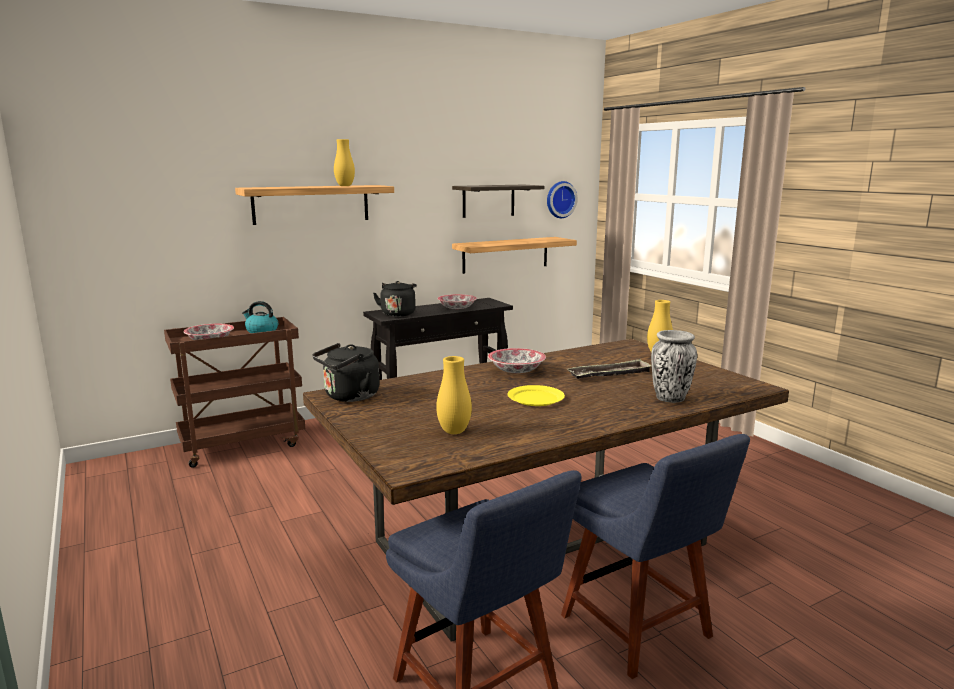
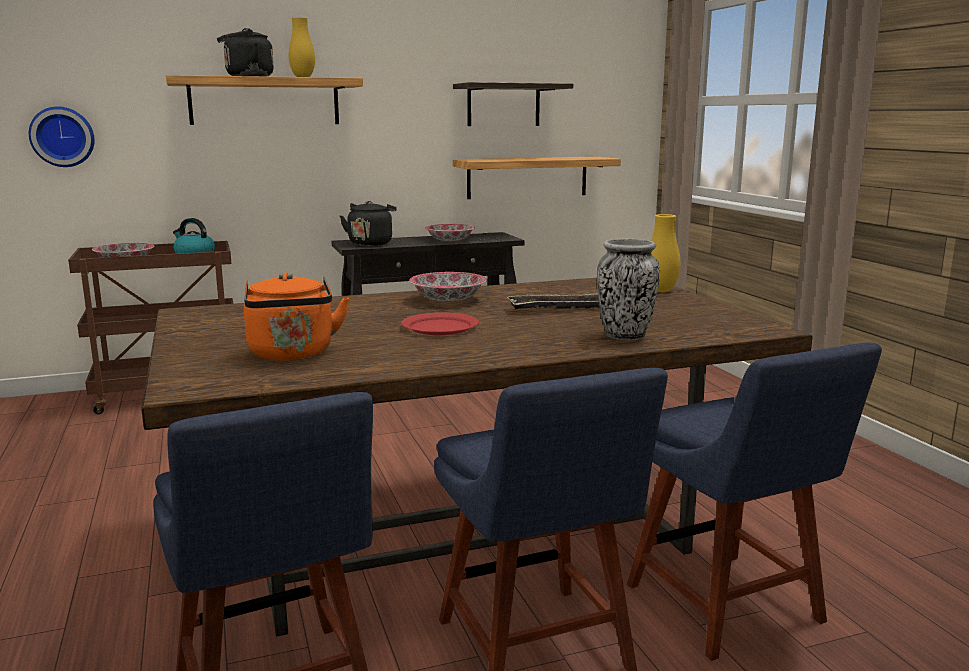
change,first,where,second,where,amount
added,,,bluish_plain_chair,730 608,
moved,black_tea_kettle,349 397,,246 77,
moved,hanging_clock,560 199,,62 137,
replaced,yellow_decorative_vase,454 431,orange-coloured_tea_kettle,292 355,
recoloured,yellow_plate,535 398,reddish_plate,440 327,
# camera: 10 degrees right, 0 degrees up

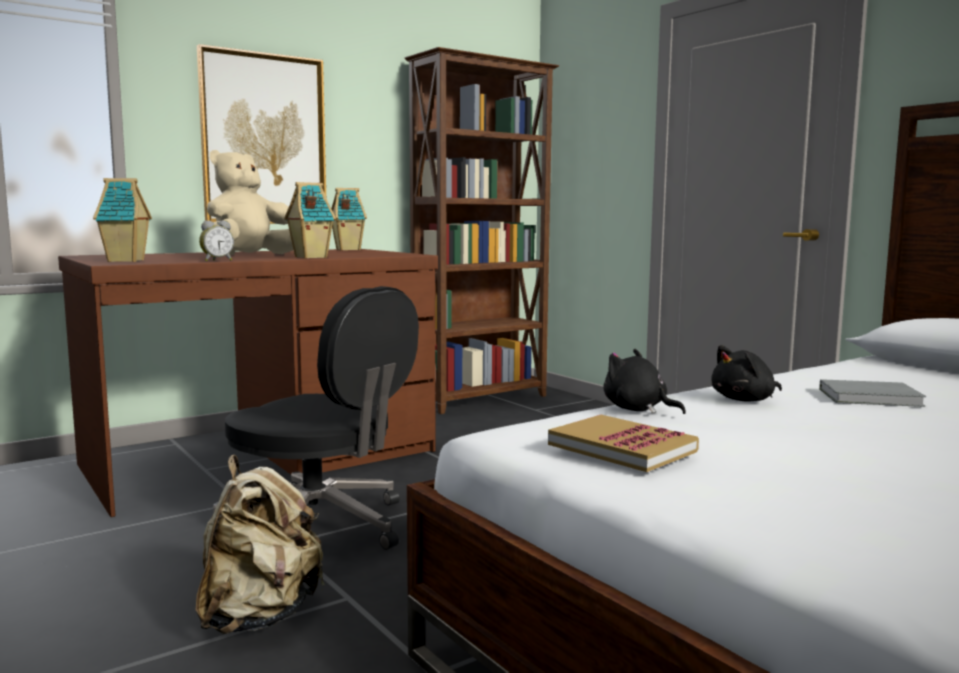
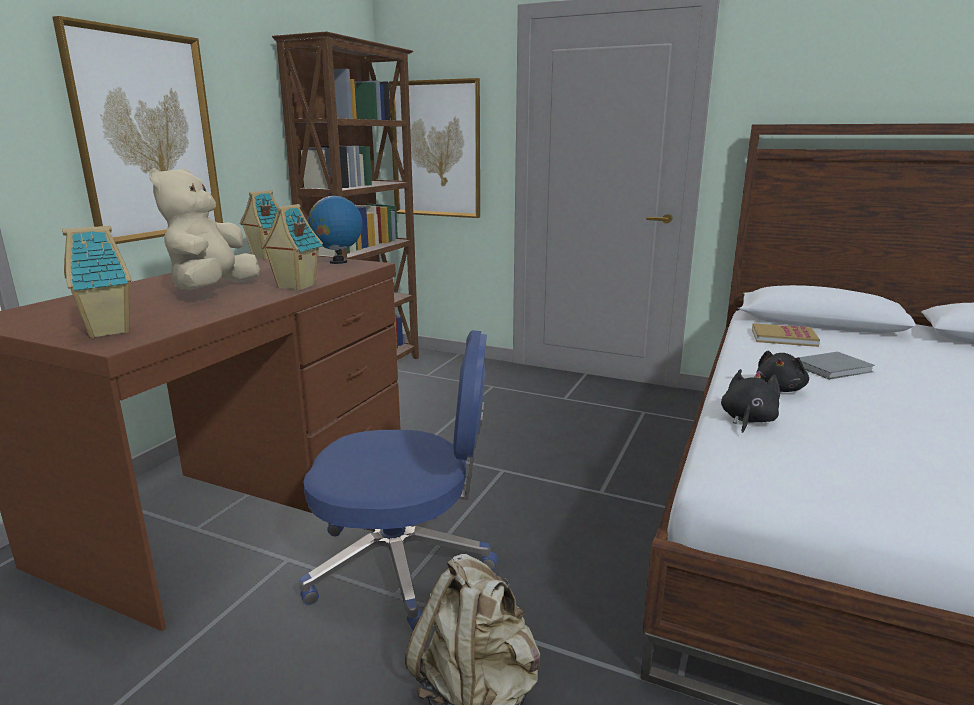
change,first,where,second,where,amount
removed,bedside_clock,216 260,,,
added,,,world_globe,338 262,
added,,,wall_picture,436 149,
moved,book,622 448,,783 338,
recoloured,black_computer_chair,320 527,bluish_computer_chair,403 565,
turned,black_soft_toy,637 409,,747 420,105 degrees clockwise
# camera: 30 degrees left, 10 degrees up

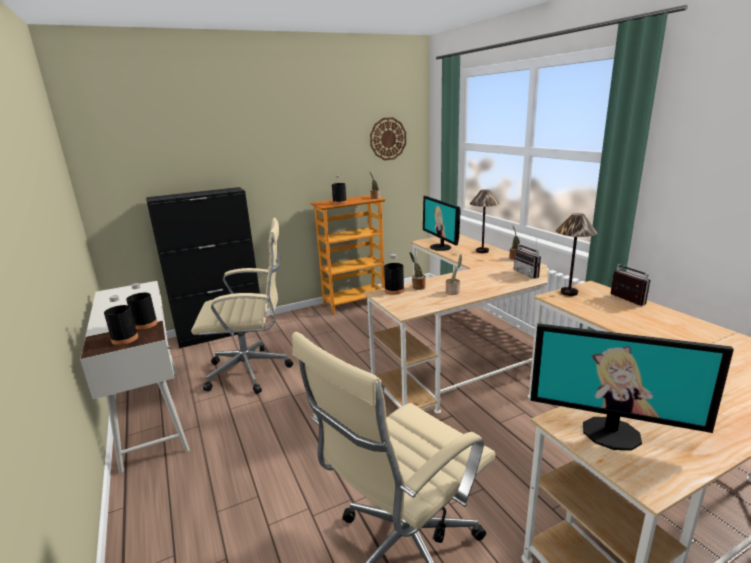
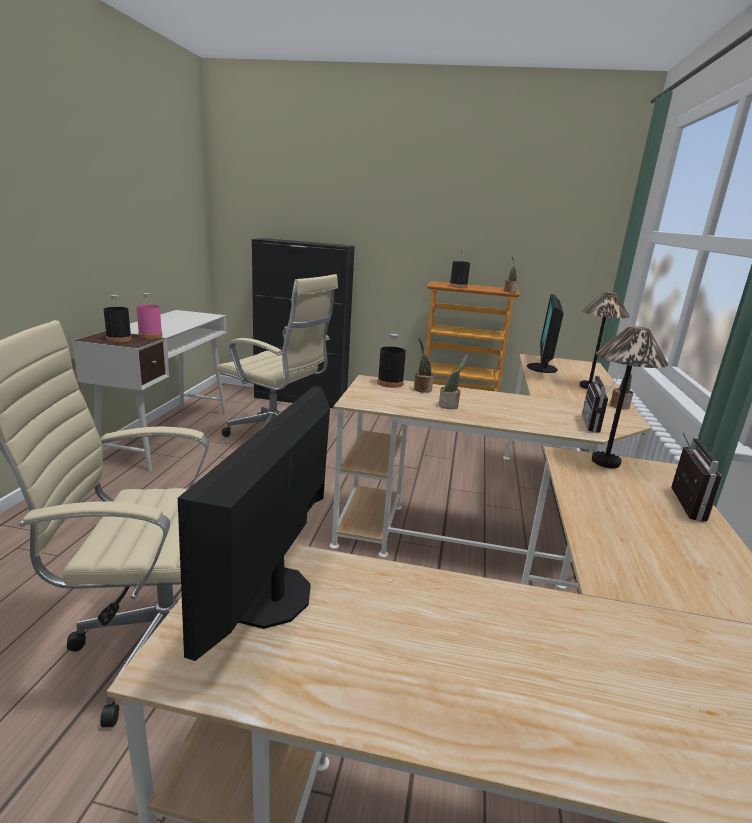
change,first,where,second,where,amount
removed,hanging_clock,388 139,,,
recoloured,black_drink_bottle,145 324,pink_drink_bottle,150 336,
turned,monitor,611 432,,272 597,45 degrees clockwise
# camera: 35 degrees right, 0 degrees up

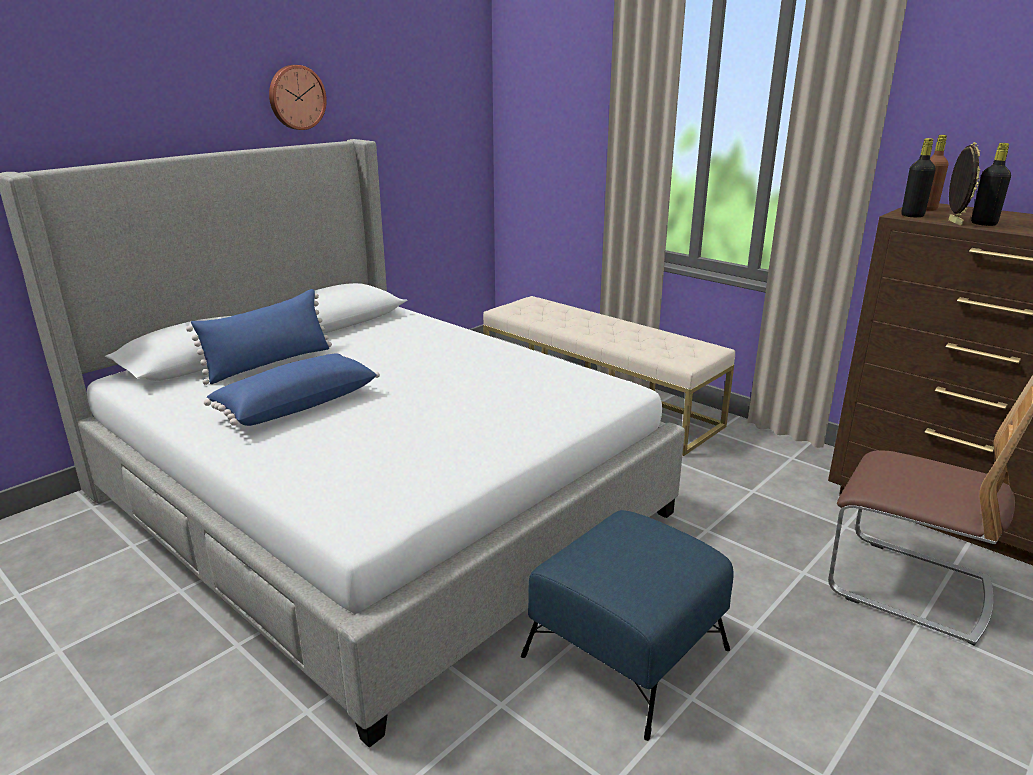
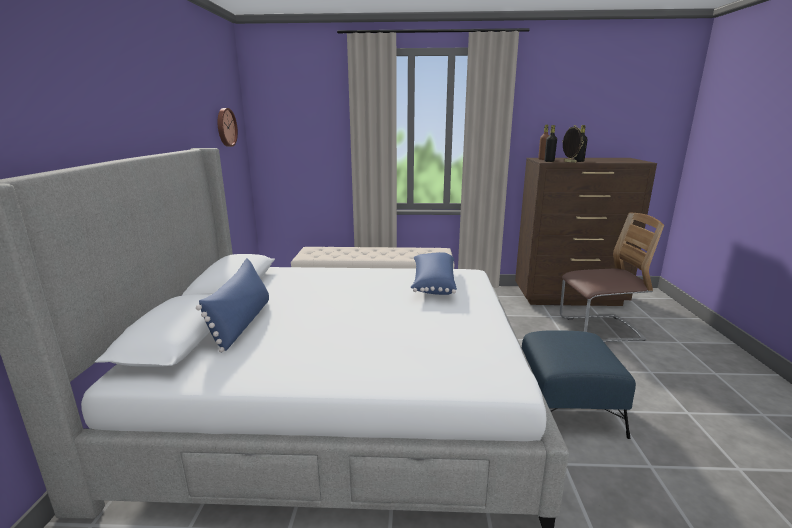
change,first,where,second,where,amount
moved,bluish_throw_pillow,296 405,,432 284,
moved,hanging_clock,296 97,,225 127,
# camera: 40 degrees left, 5 degrees down

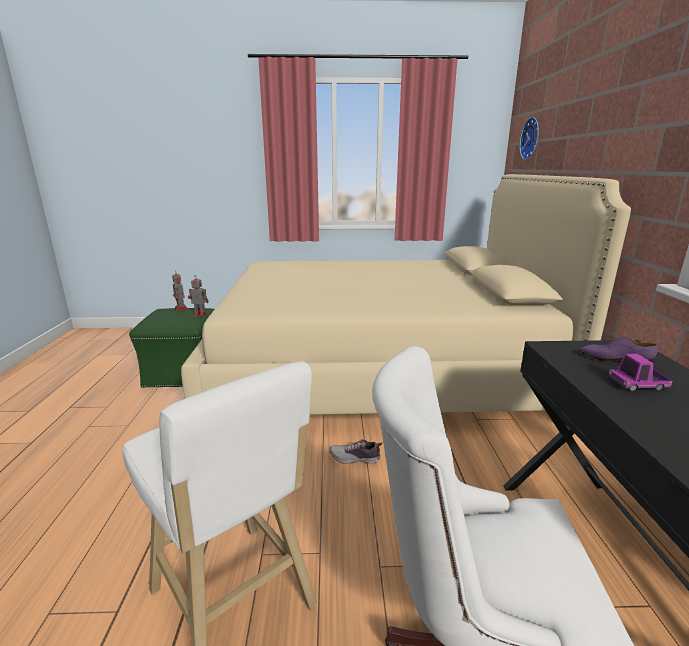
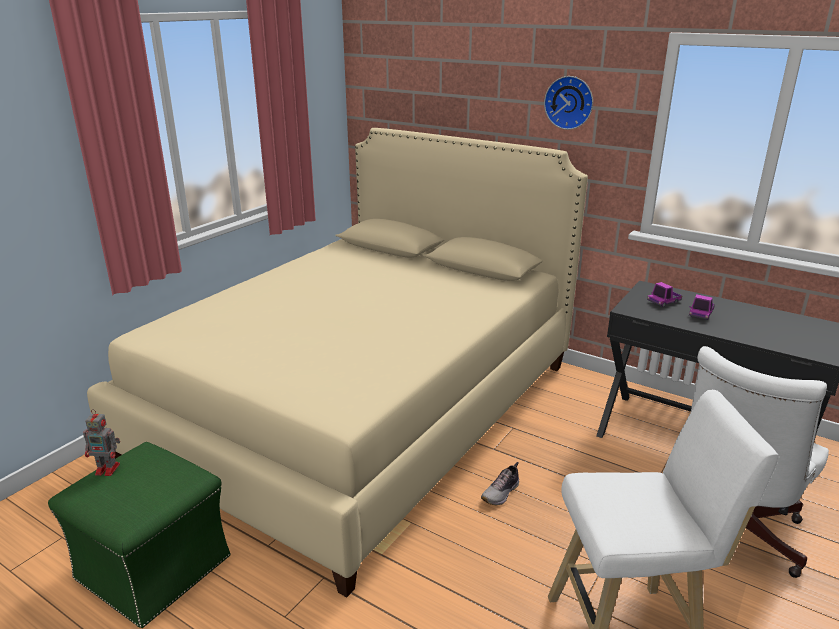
change,first,where,second,where,amount
removed,robot_figure,199 314,,,
moved,hanging_clock,532 138,,569 102,
replaced,purplish_low_shoe,614 359,toy_truck,663 302,
# camera: 55 degrees left, 5 degrees up

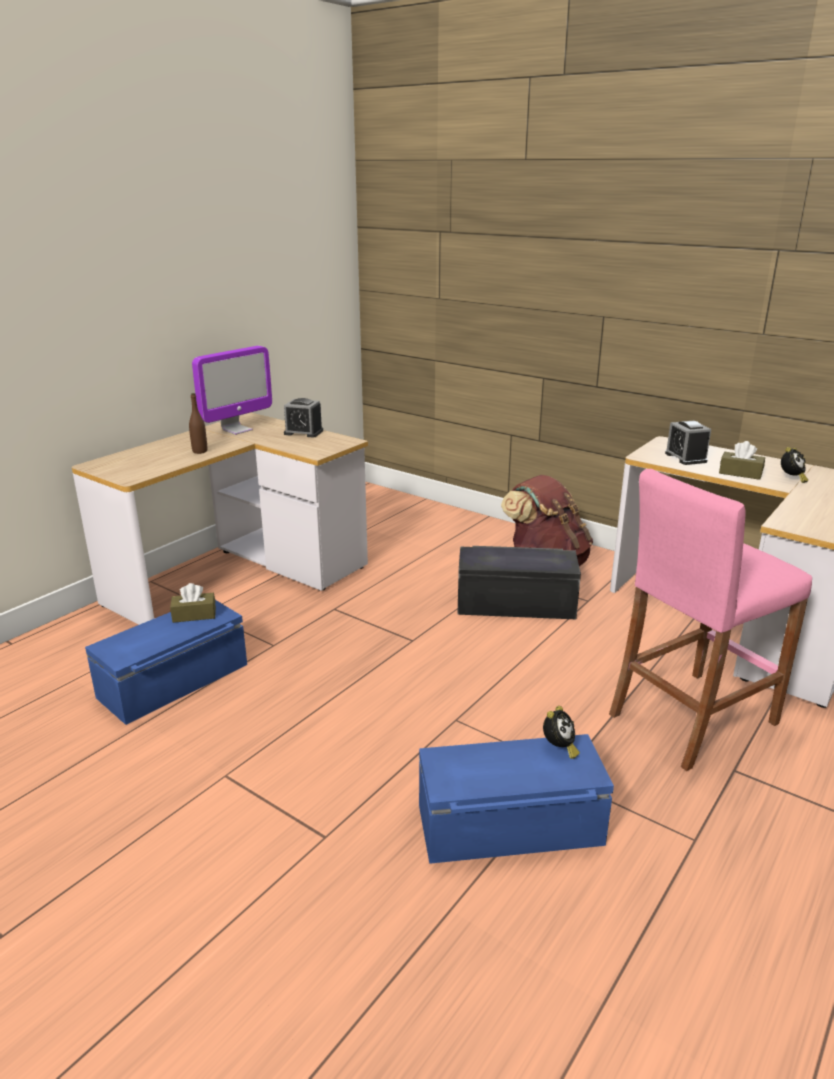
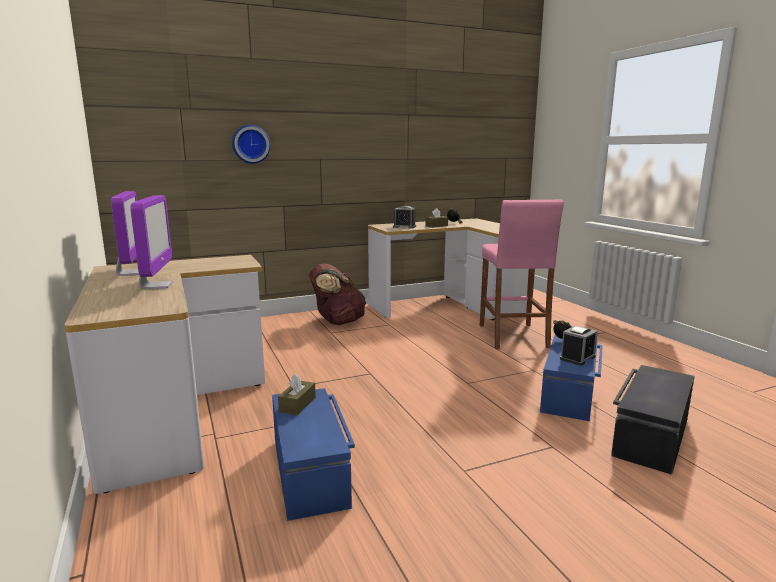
change,first,where,second,where,amount
added,,,hanging_clock,251 144,
moved,bedside_clock,303 432,,577 358,
moved,black_storage_container,515 603,,649 436,
replaced,brown-coloured_drink_bottle,200 451,monitor,156 286,
# camera: 60 degrees left, 10 degrees down

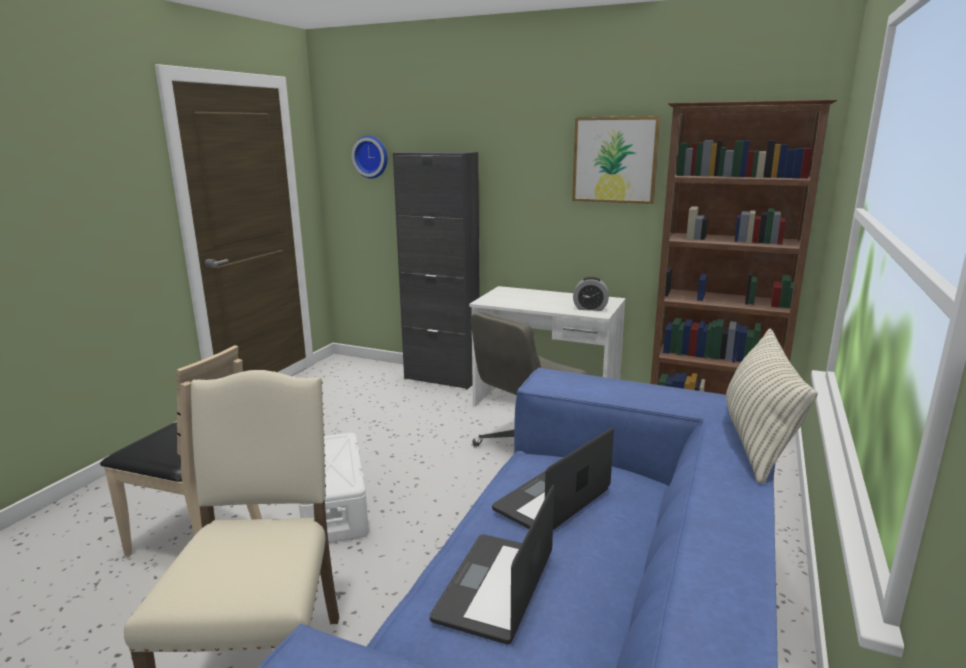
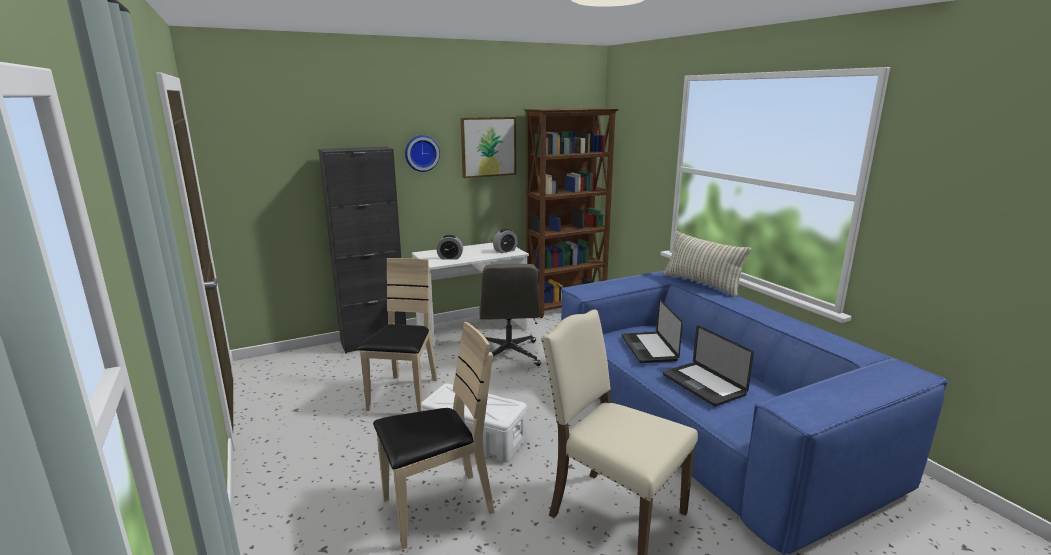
change,first,where,second,where,amount
added,,,beige-coloured_plain_chair,405 395,
added,,,bedside_clock,450 258,
moved,hanging_clock,371 157,,421 153,
# camera: 50 degrees left, 0 degrees up

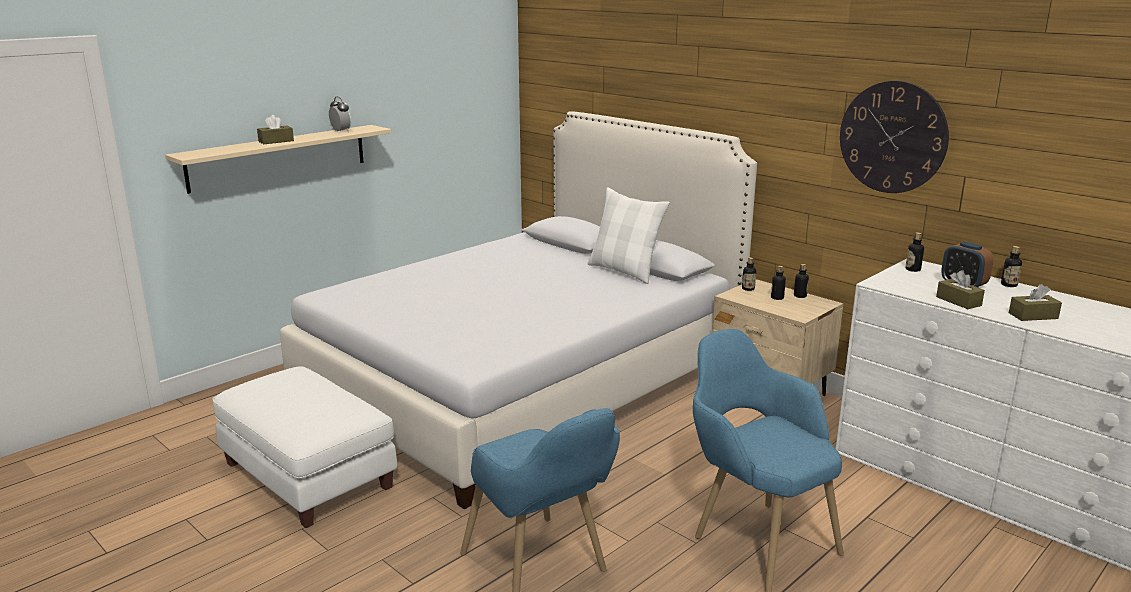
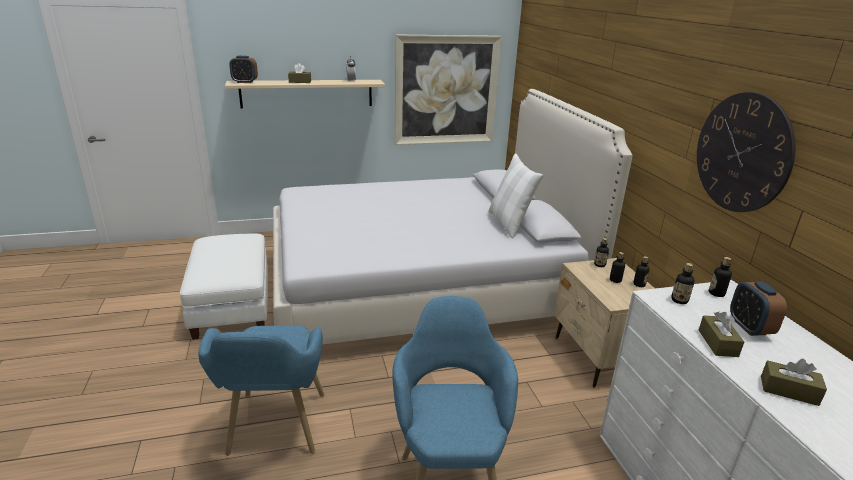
change,first,where,second,where,amount
added,,,bedside_clock,245 82,
added,,,wall_picture,446 90,
moved,drink_bottle,1009 285,,679 300,
# camera: 30 degrees right, 5 degrees up

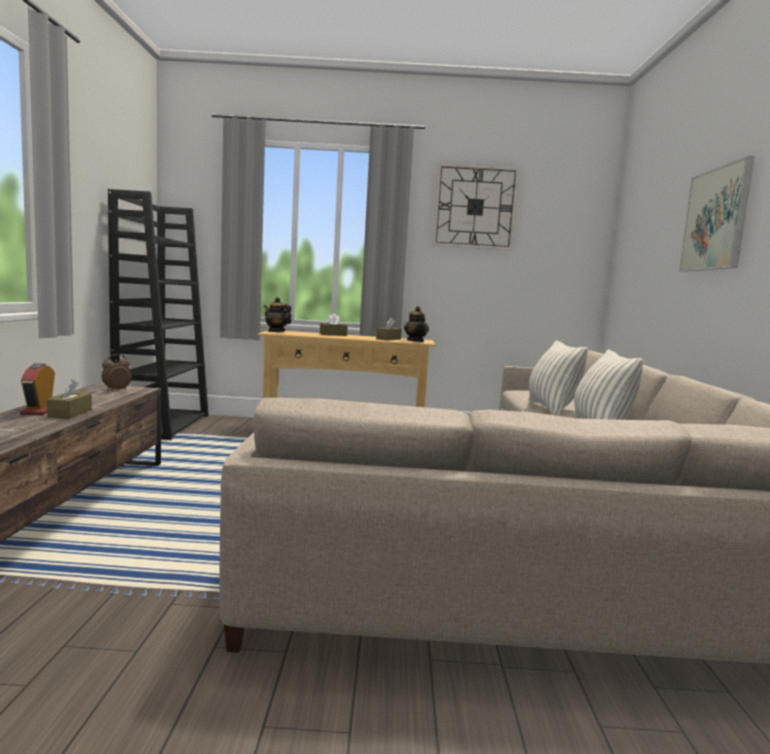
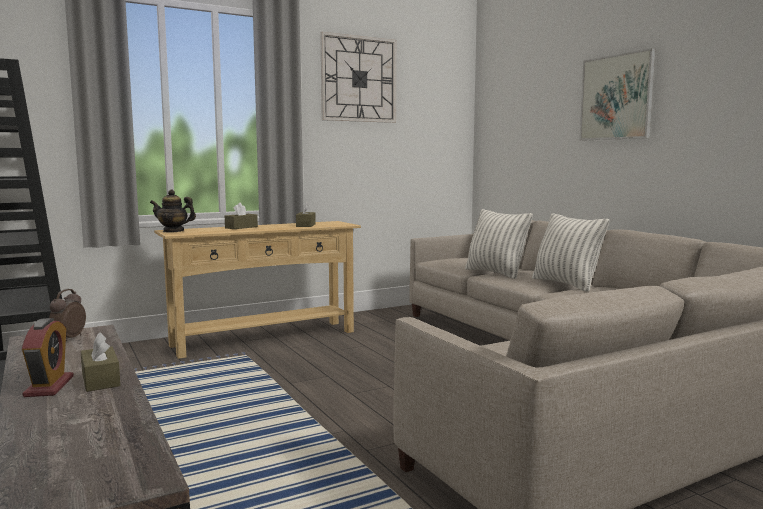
change,first,where,second,where,amount
removed,tea_pot,415 341,,,
turned,bedside_clock,39 411,,49 386,150 degrees counterclockwise
# camera: 30 degrees left, 0 degrees up

